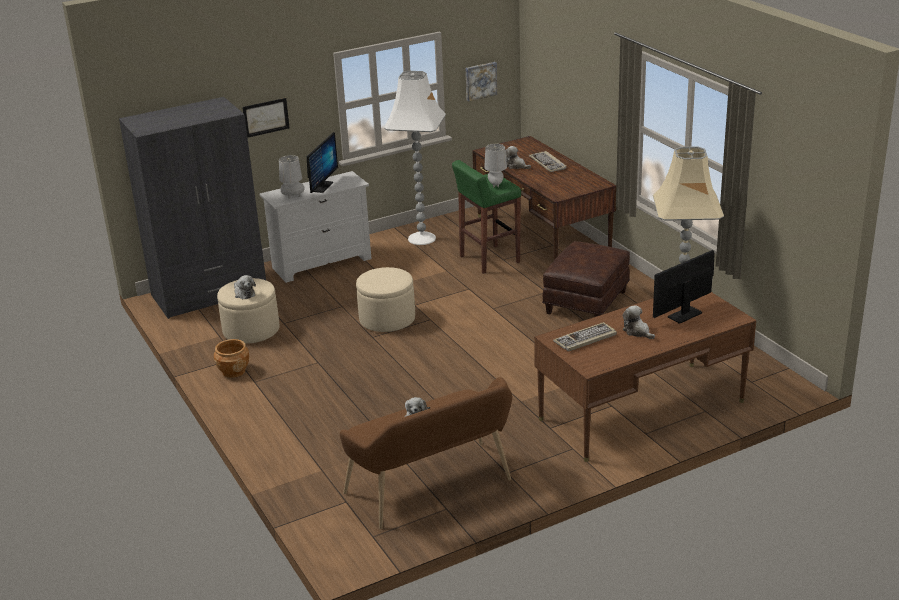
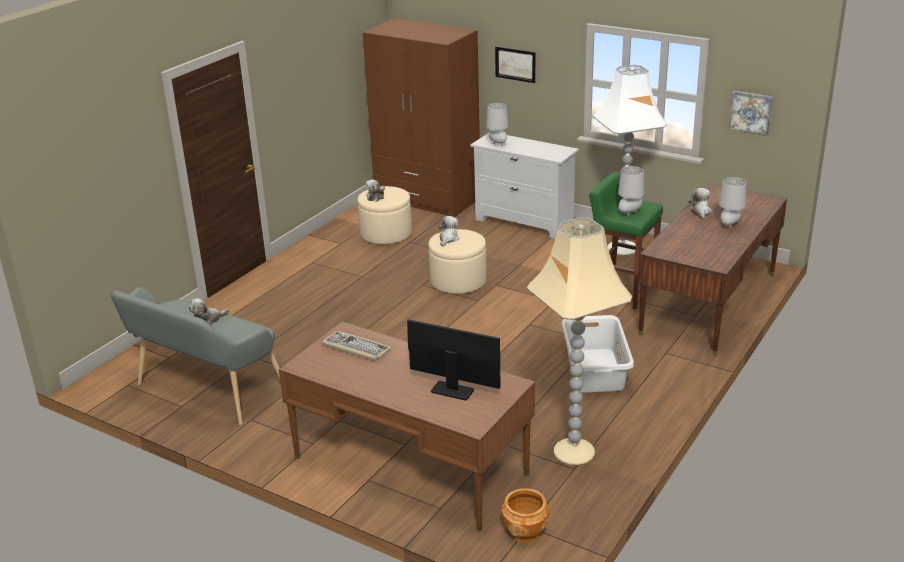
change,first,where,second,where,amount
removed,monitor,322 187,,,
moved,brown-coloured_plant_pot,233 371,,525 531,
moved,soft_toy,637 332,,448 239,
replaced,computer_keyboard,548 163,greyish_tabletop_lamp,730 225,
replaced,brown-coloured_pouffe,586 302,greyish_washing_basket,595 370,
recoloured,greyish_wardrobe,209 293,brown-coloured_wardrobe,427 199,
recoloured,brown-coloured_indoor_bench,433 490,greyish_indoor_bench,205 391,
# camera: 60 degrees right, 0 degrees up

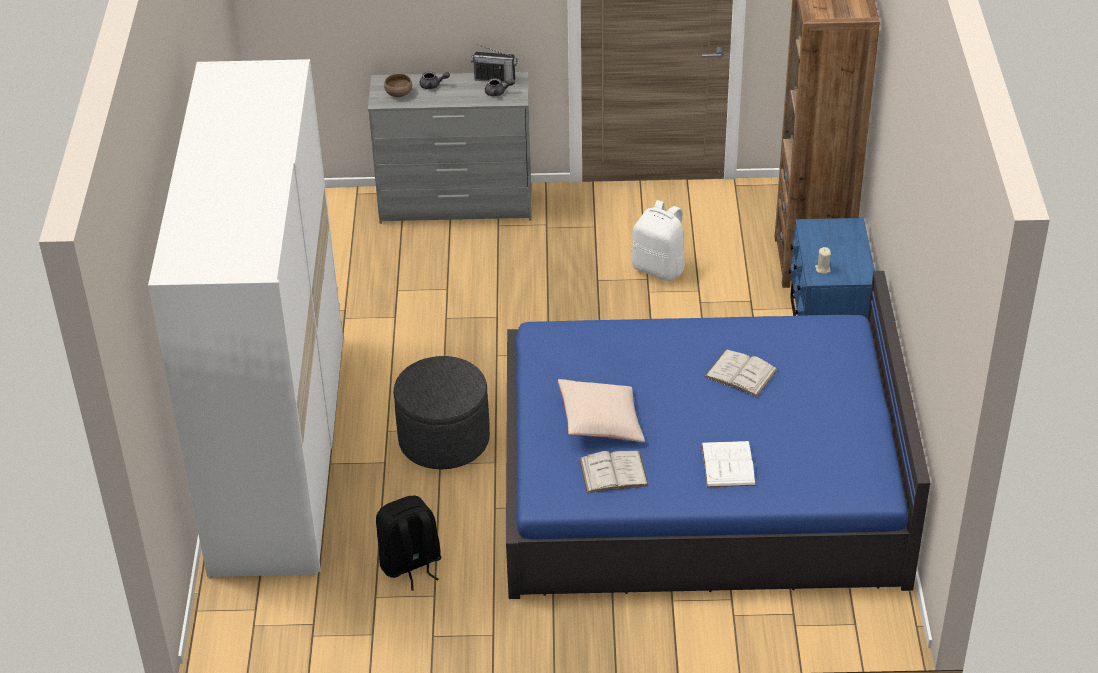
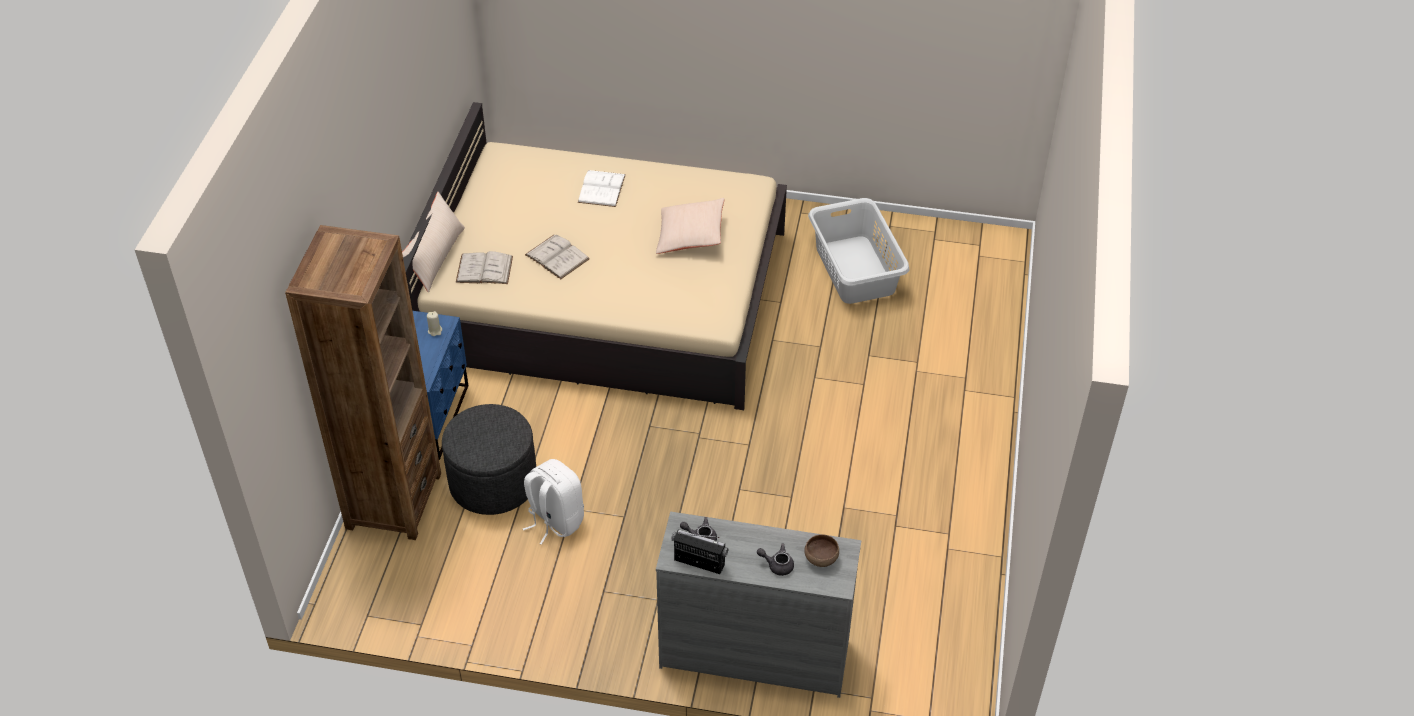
change,first,where,second,where,amount
removed,whitish_wardrobe,279 452,,,
added,,,beige-coloured_throw_pillow,435 257,
moved,greyish_pouffe,444 439,,493 482,
moved,whitish_book,613 472,,484 269,
replaced,black_rucksack,410 564,greyish_washing_basket,855 269,
recoloured,bluish_bed,701 482,beige-coloured_bed,604 295,
# camera: 170 degrees left, 5 degrees up

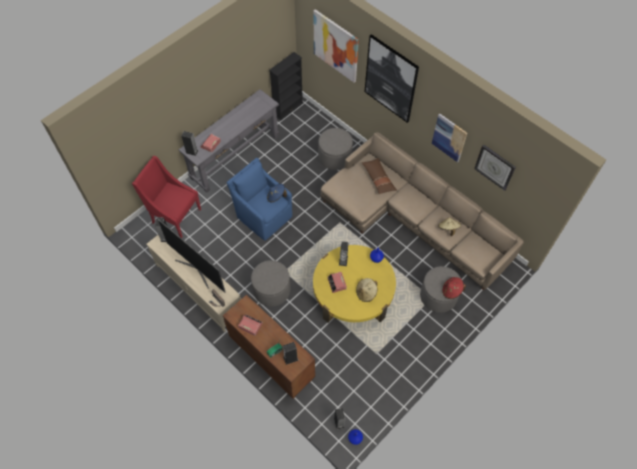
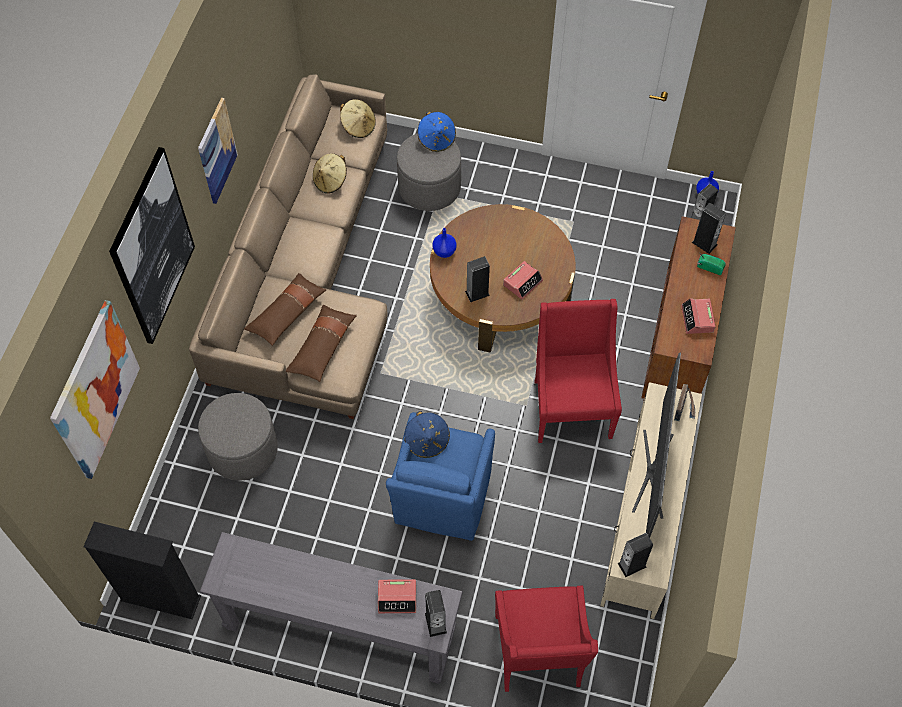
change,first,where,second,where,amount
removed,hanging_clock,495 167,,,
added,,,brown-coloured_throw_pillow,322 347,
moved,beige-coloured_hat,366 293,,358 126,
replaced,greyish_pouffe,271 290,reddish_easy_chair,571 406,
recoloured,yellow_coffee_table,353 294,brown-coloured_coffee_table,500 293,
recoloured,reddish_hat,451 291,bluish_hat,436 139,
# camera: 120 degrees left, 0 degrees up

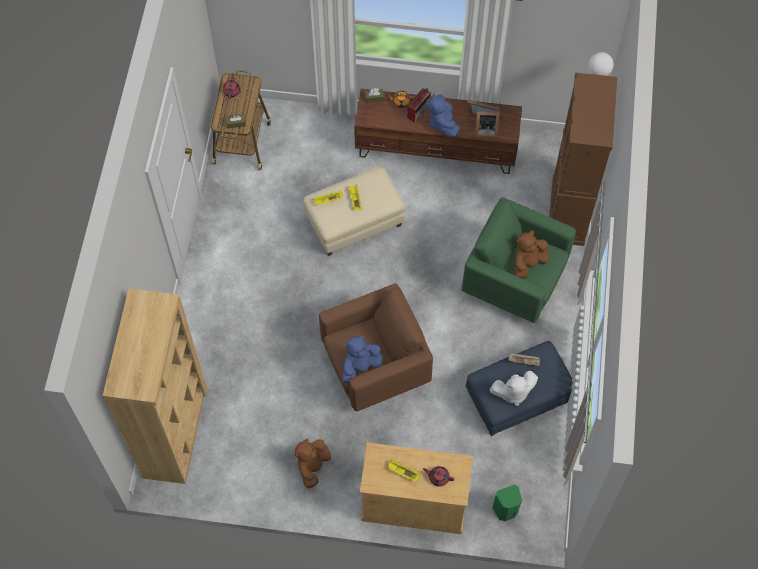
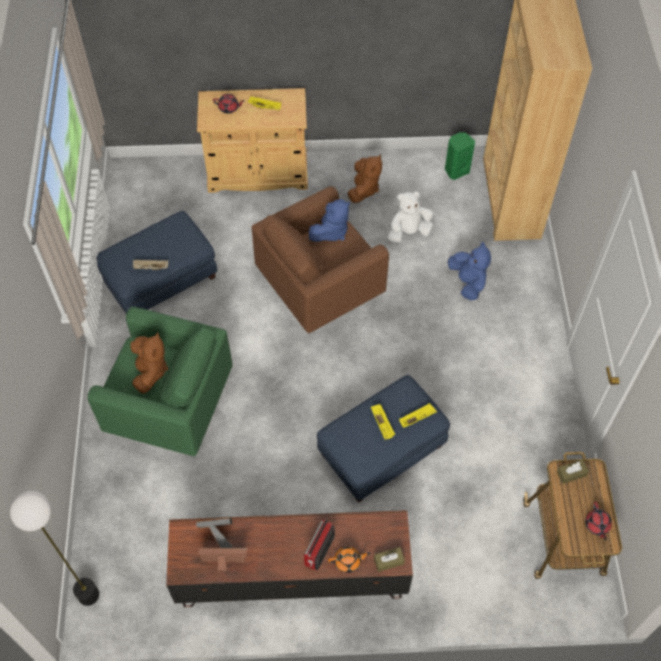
change,first,where,second,where,amount
removed,brown-coloured_cupboard,568 211,,,
moved,bluish_soft_toy,442 123,,468 282,
moved,whitish_soft_toy,513 392,,409 232,
moved,green_audio_speaker,505 510,,456 170,
recoloured,beige-coloured_pouffe,354 221,bluish_pouffe,382 450,
turned,brown-coloured_soft_toy,528 263,,150 371,45 degrees counterclockwise
# camera: 170 degrees right, 5 degrees down

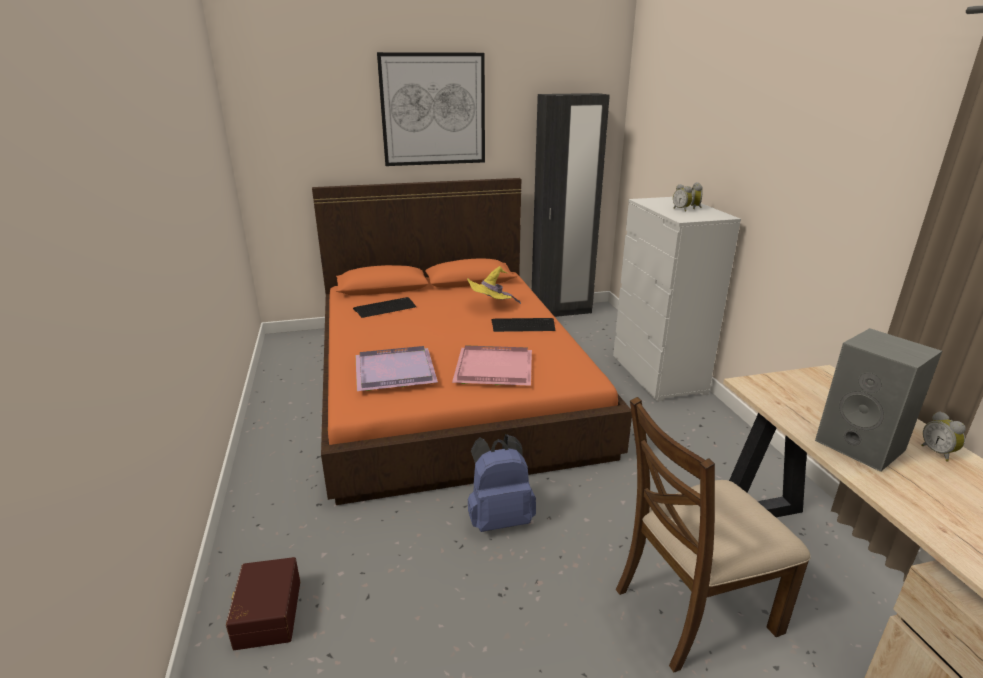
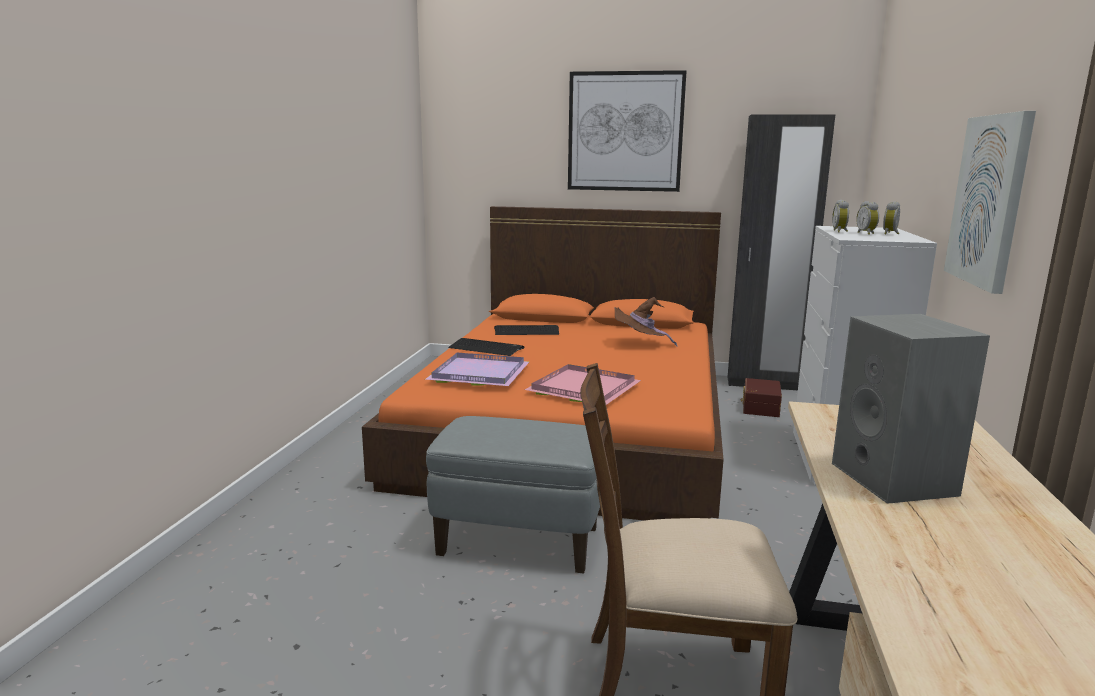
change,first,where,second,where,amount
added,,,wall_picture,989 200,
moved,brown-coloured_storage_container,266 614,,759 407,
moved,computer_keyboard,523 326,,486 348,
moved,bedside_clock,938 452,,840 231,
replaced,bluish_rucksack,499 518,greyish_pouffe,519 541,
recoloured,yellow_hat,491 306,brown-coloured_hat,640 344,
# camera: 25 degrees right, 10 degrees down

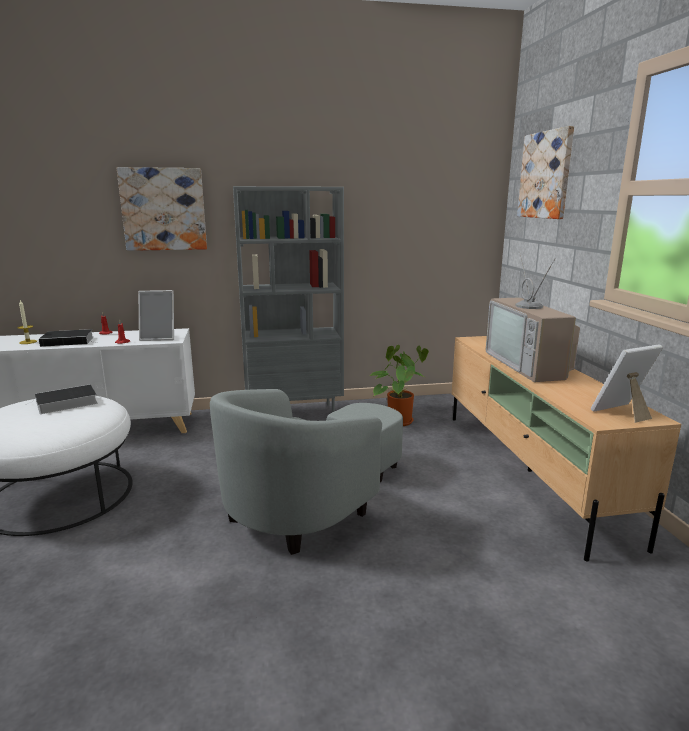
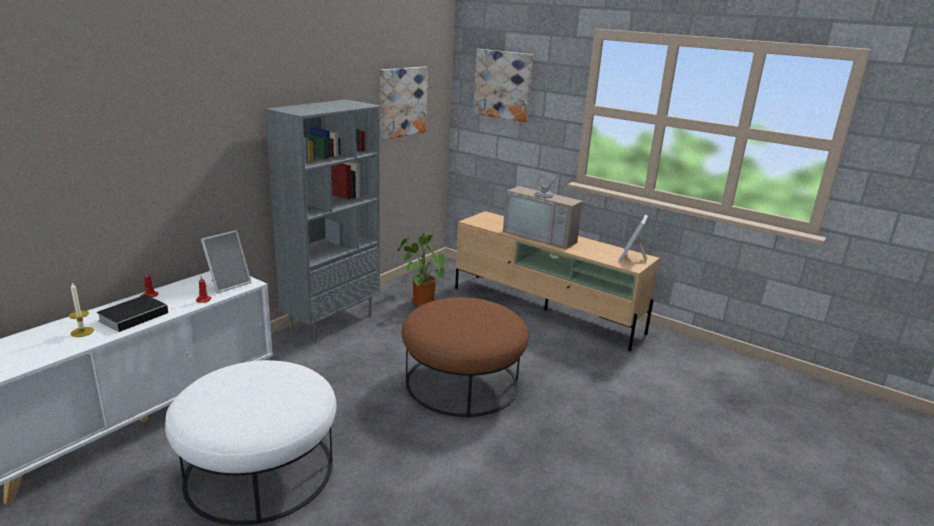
change,first,where,second,where,amount
removed,book,64 403,,,
moved,wall_picture,164 209,,402 102,
replaced,greyish_easy_chair,312 502,brown-coloured_pouffe,462 382,
# camera: 45 degrees left, 5 degrees up

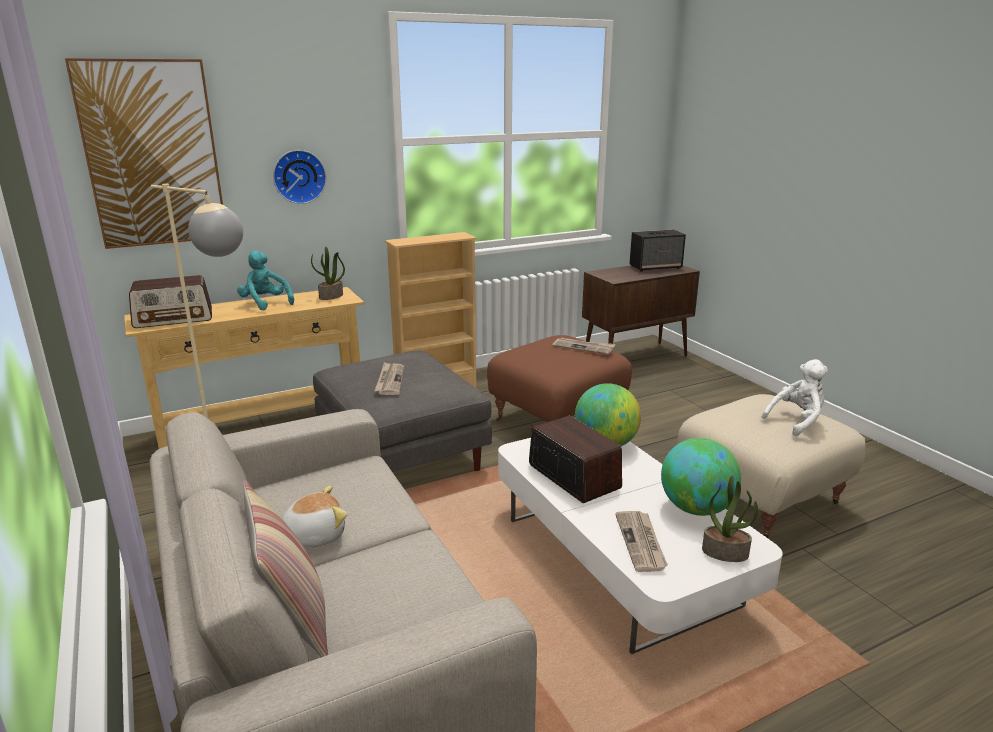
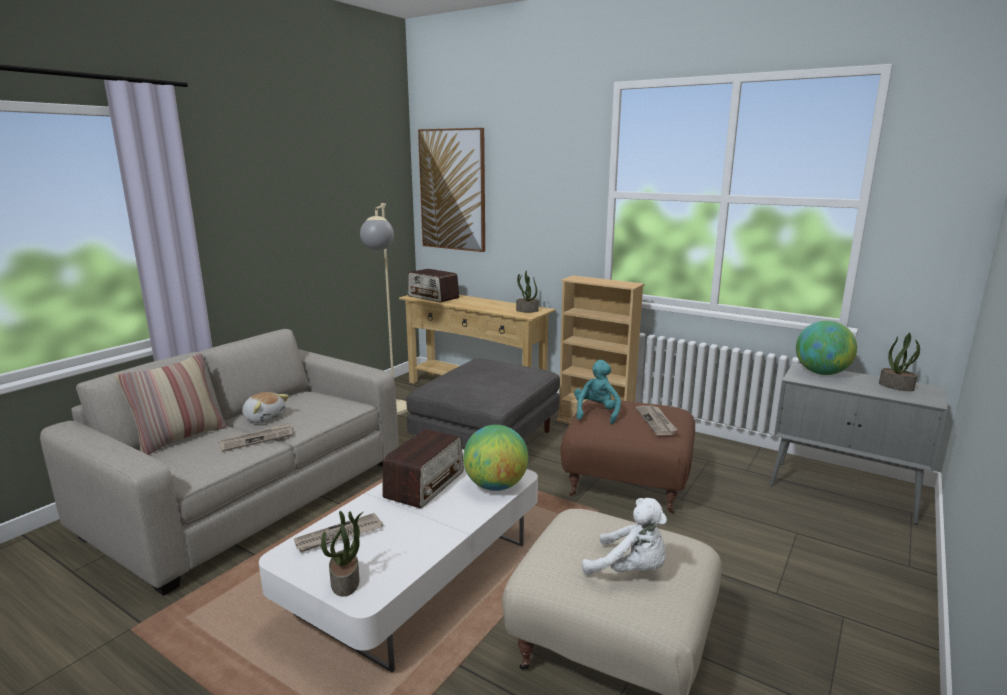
change,first,where,second,where,amount
removed,hanging_clock,299 176,,,
moved,blue-green_soft_toy,265 303,,596 413,
moved,printed_paper,390 380,,257 439,
moved,world_globe,696 508,,821 373,
replaced,audio_speaker,656 267,potted_plant,896 386,
recoloured,brown-coloured_cupboard,635 357,greyish_cupboard,844 491,
# camera: 60 degrees right, 5 degrees down

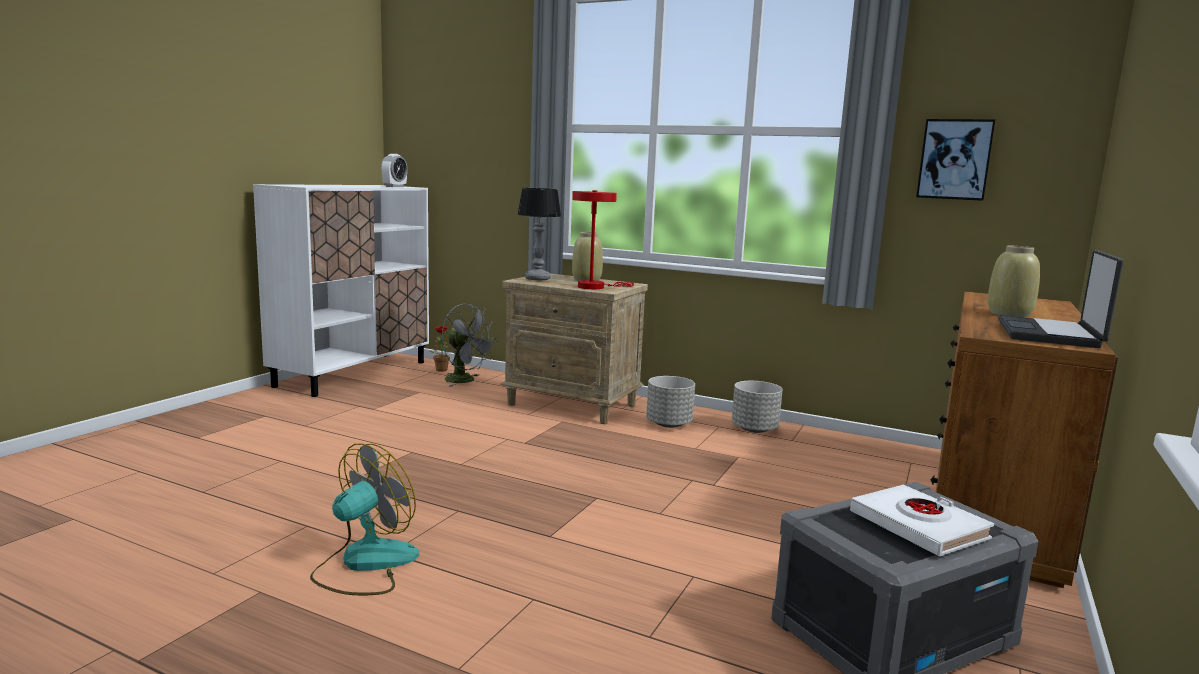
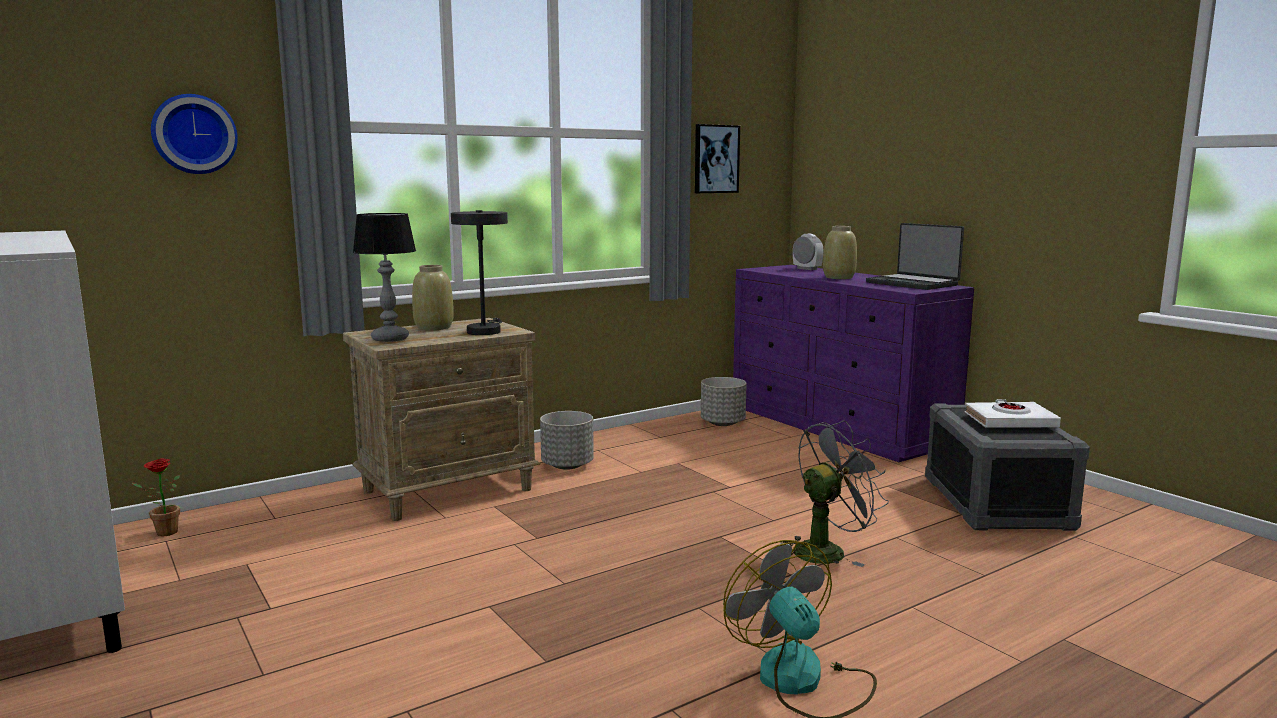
change,first,where,second,where,amount
added,,,hanging_clock,194 134,
moved,bedside_clock,394 187,,807 269,
moved,greyish_cooling_fan,466 381,,826 550,
moved,greyish_plant_pot,755 429,,723 423,
recoloured,reddish_tabletop_lamp,595 287,greyish_tabletop_lamp,484 331,
recoloured,brown-coloured_drawer_chest,991 510,purplish_drawer_chest,838 426,
# camera: 60 degrees left, 0 degrees up

